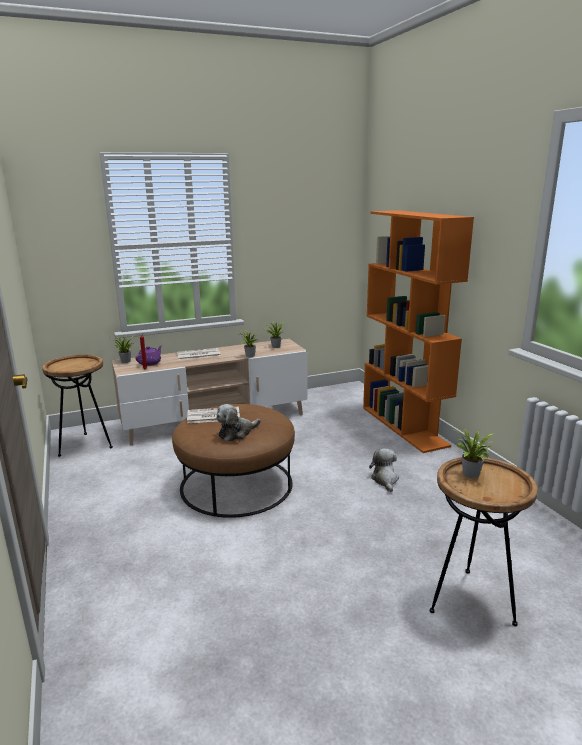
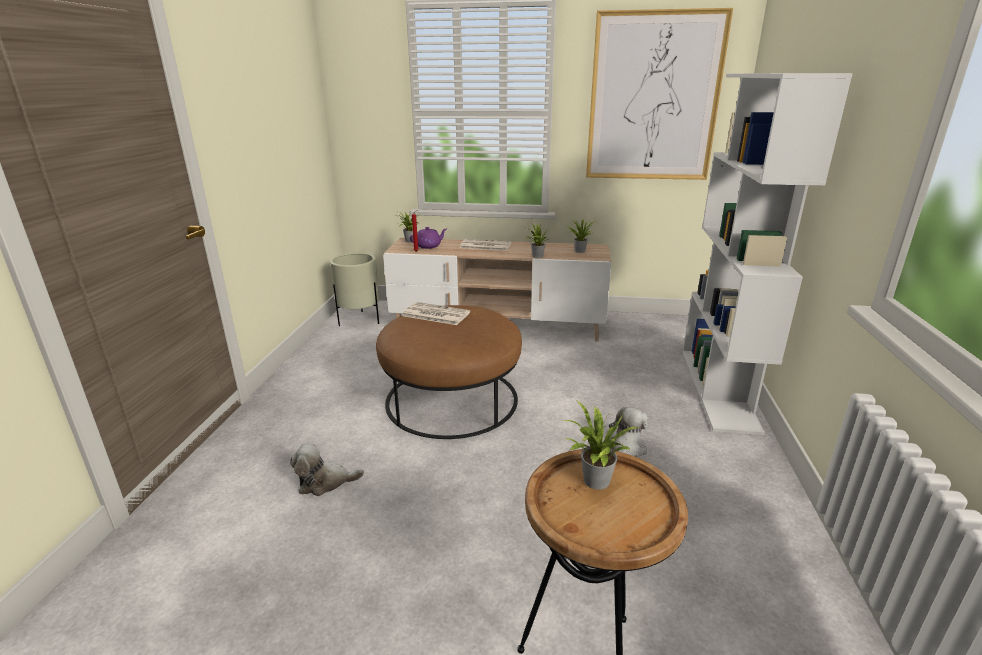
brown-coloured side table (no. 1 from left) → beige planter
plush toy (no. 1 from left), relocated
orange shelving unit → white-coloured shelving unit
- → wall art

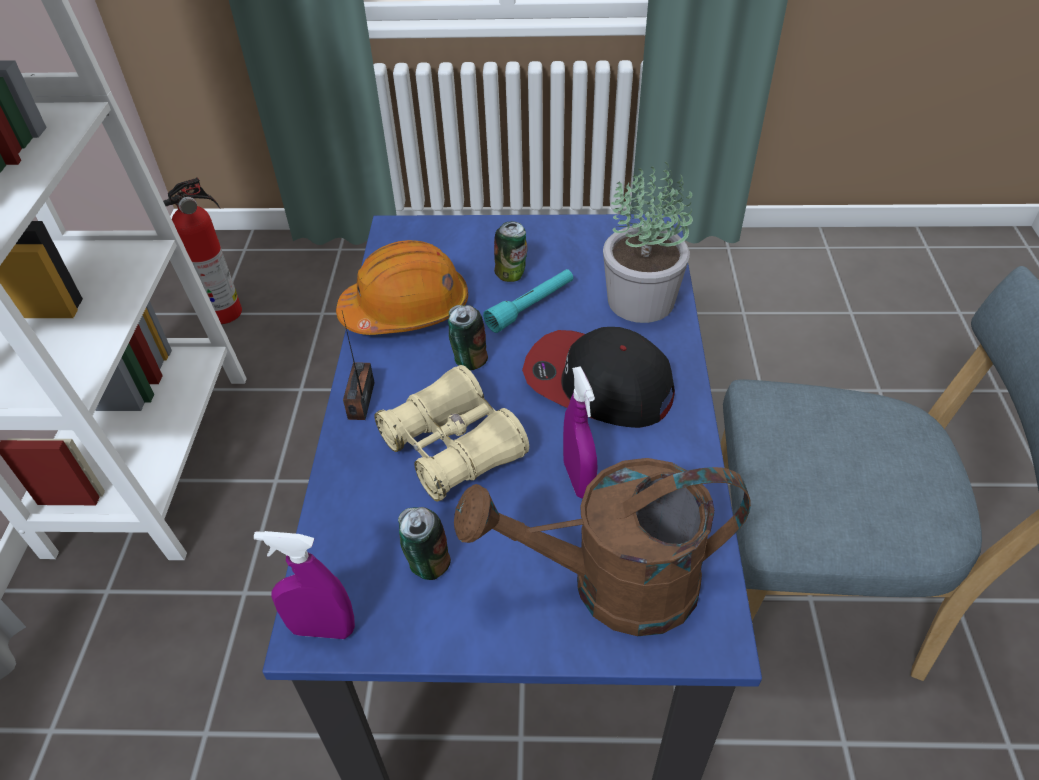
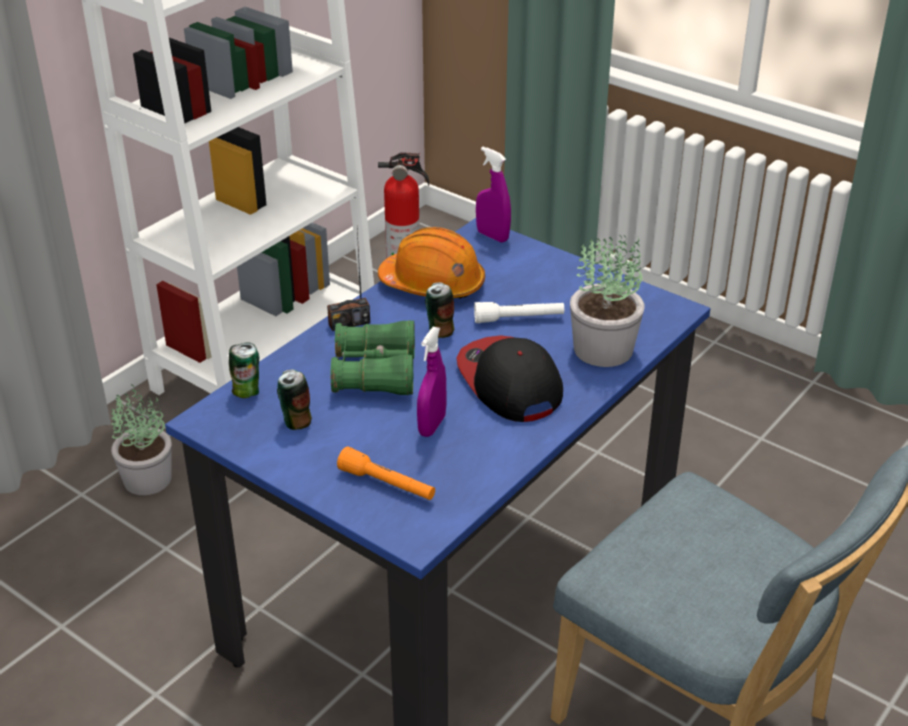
purple-coloured sprayer (no. 1 from left in the first image) → purple-coloured sprayer (no. 2 from left), relocated
radio, 150 degrees counterclockwise
beige field glasses → greenish field glasses
brown-coloured watering can → orange torch
turquoise torch → white-coloured torch
metal can (no. 3 from left in the first image) → metal can (no. 1 from left), relocated
- → houseplant (no. 1 from left)

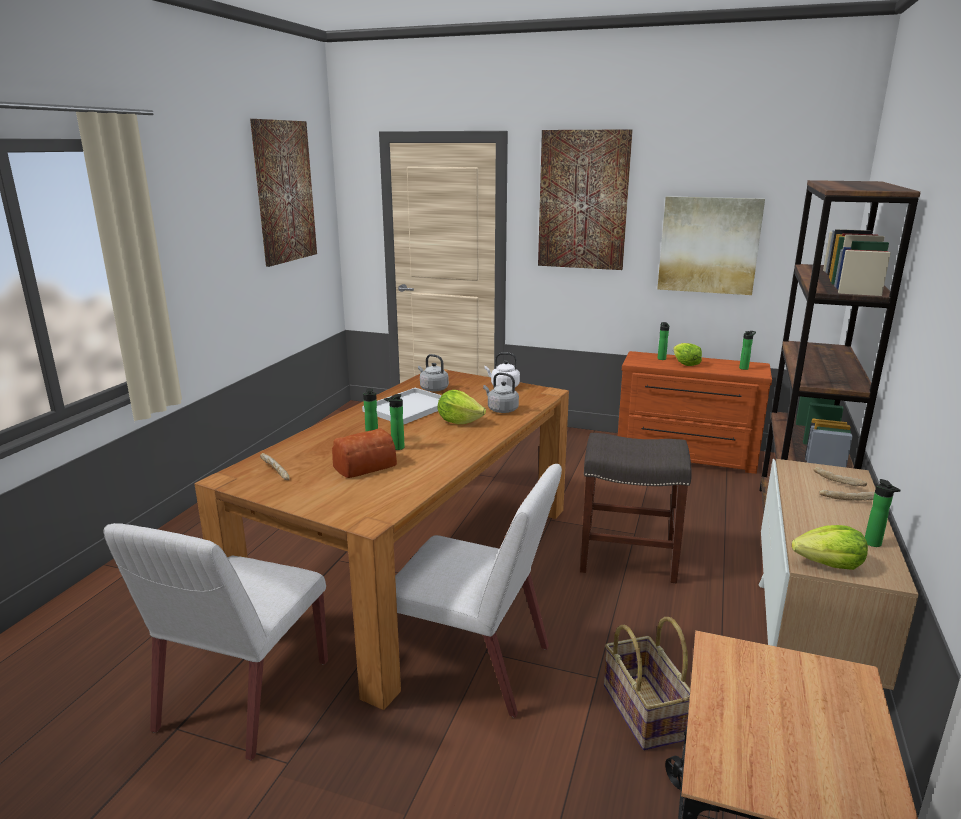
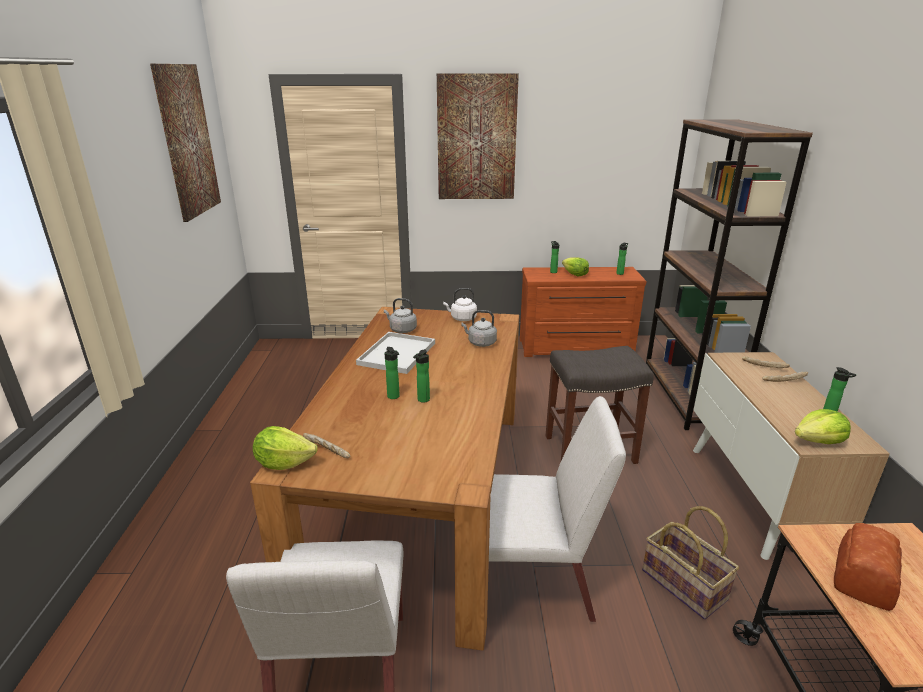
bread (no. 2 from left in the first image) → bread (no. 4 from left), relocated
lettuce head (no. 1 from left), relocated
wall art (no. 3 from left) → -

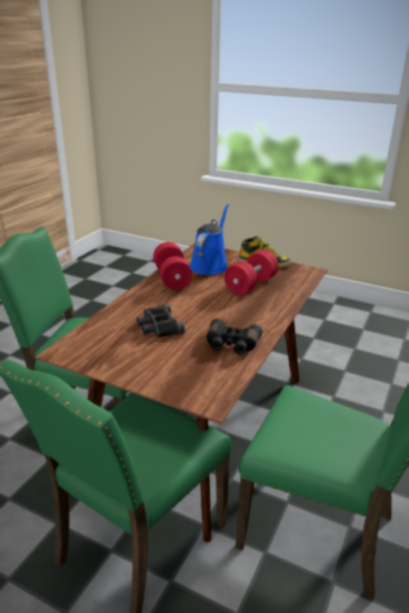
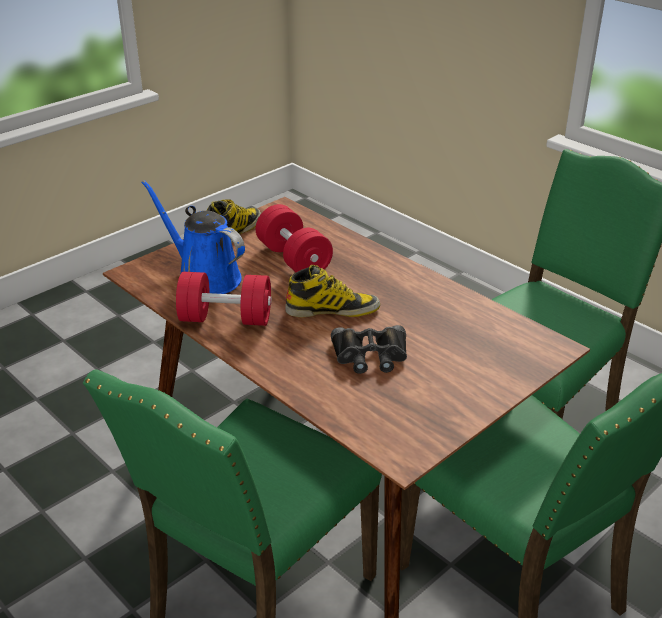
black field glasses (no. 2 from left) → -
- → high-top boot (no. 2 from left)

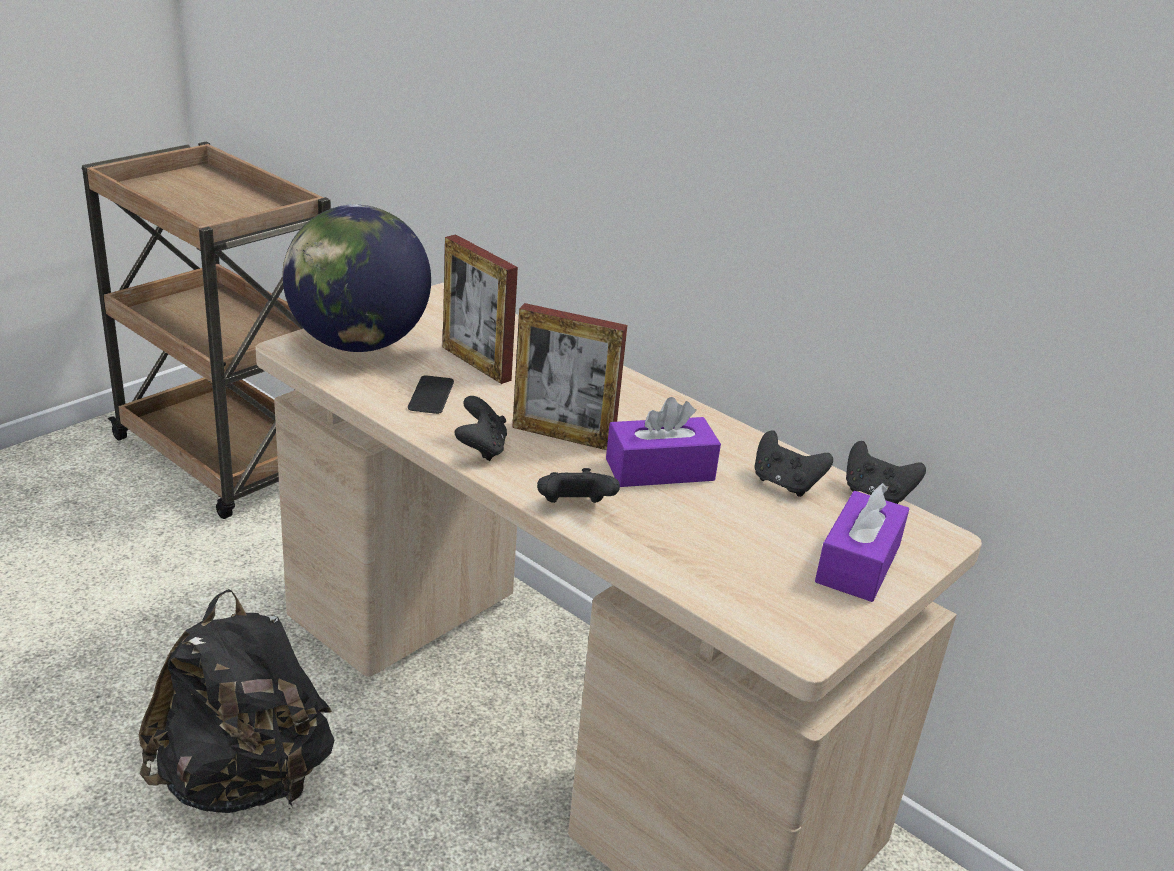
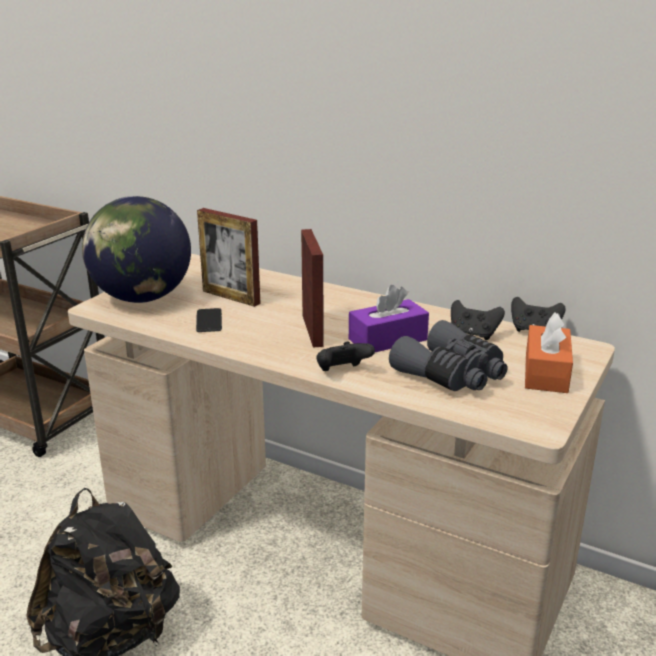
black gamepad (no. 1 from left) → -
picture frame (no. 2 from left), 105 degrees counterclockwise
purple-coloured tissue holder (no. 2 from left) → orange tissue holder
- → greyish field glasses

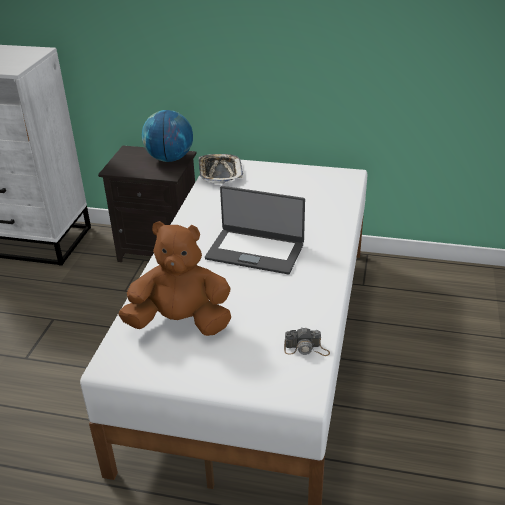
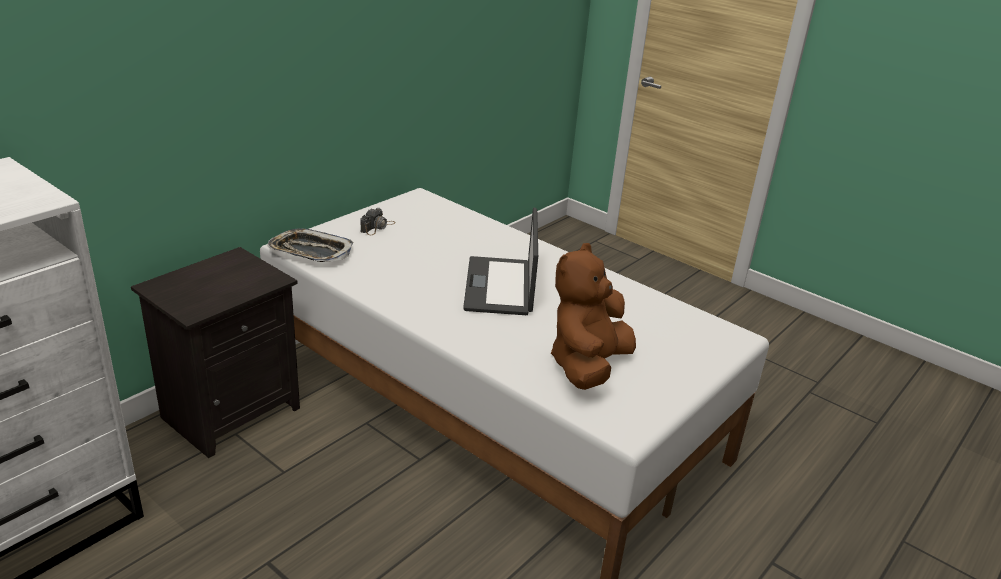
globe → -
notebook computer, 135 degrees clockwise
still camera, relocated

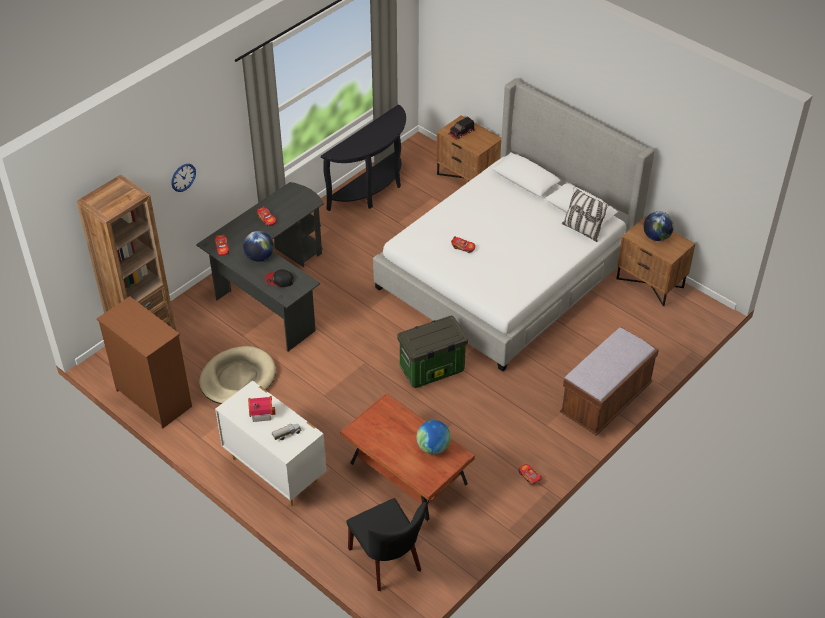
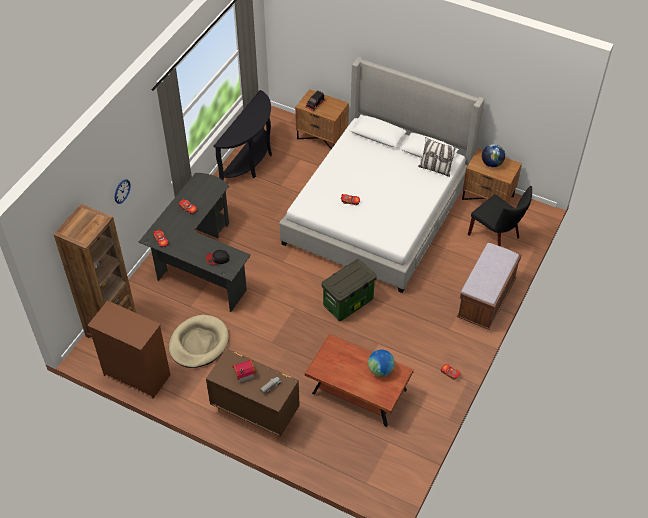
white-coloured dresser → brown-coloured dresser (no. 2 from left)
globe (no. 1 from left) → -
black chair, relocated

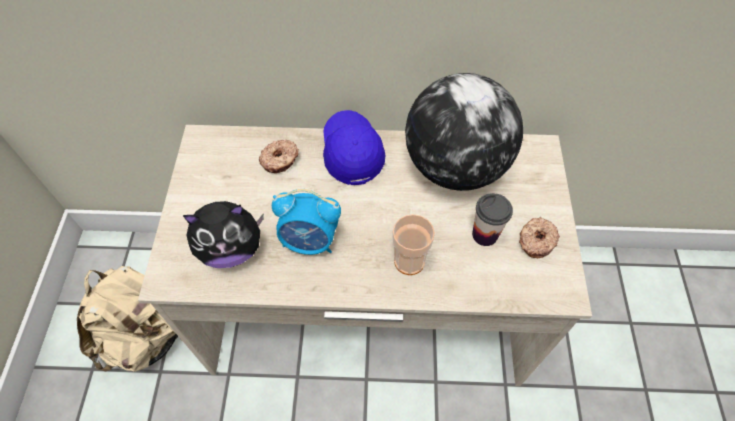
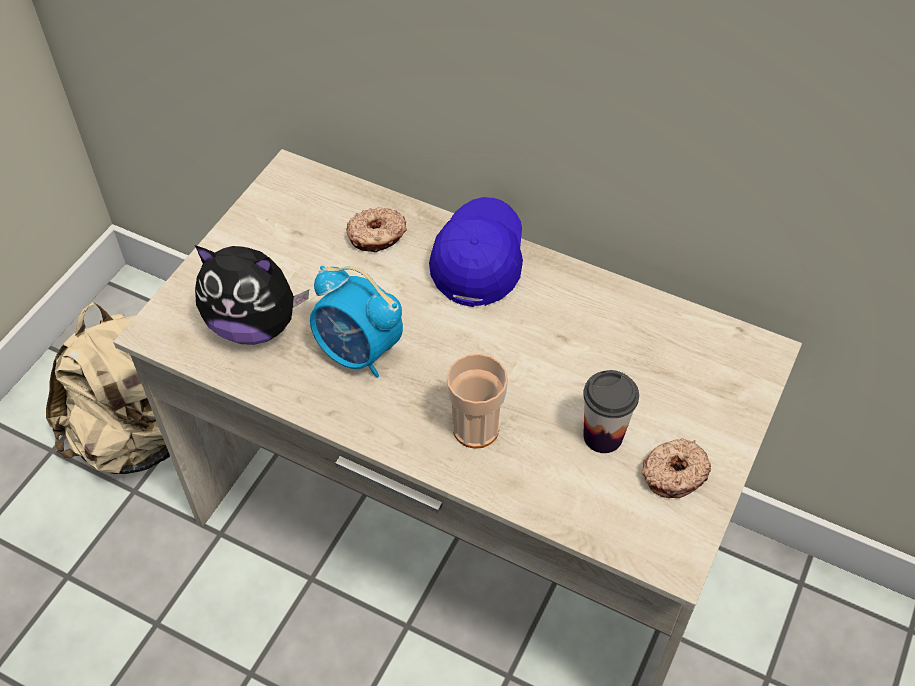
globe → -

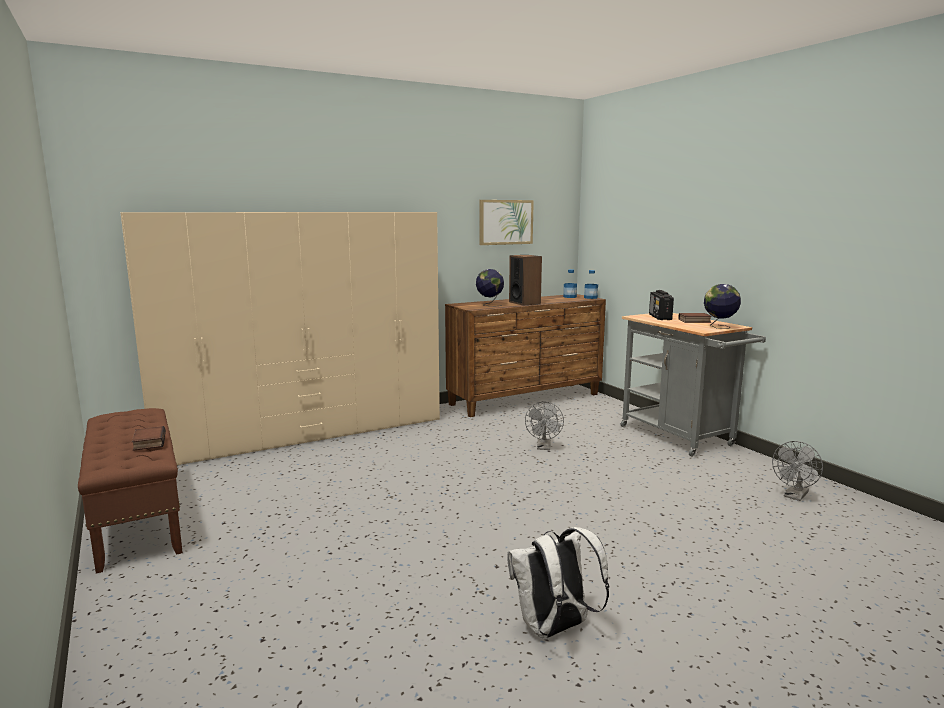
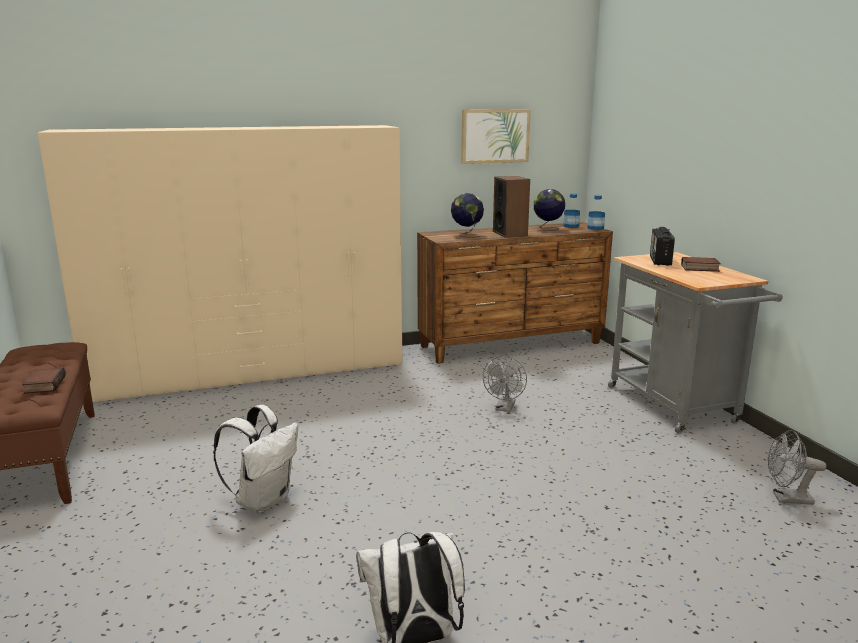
globe (no. 2 from left), relocated
greyish cooling fan (no. 2 from left), 45 degrees clockwise
- → white-coloured rucksack (no. 1 from left)

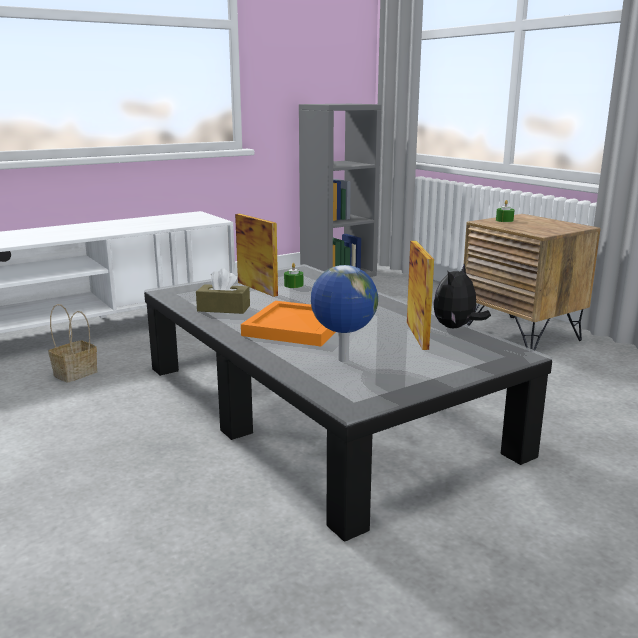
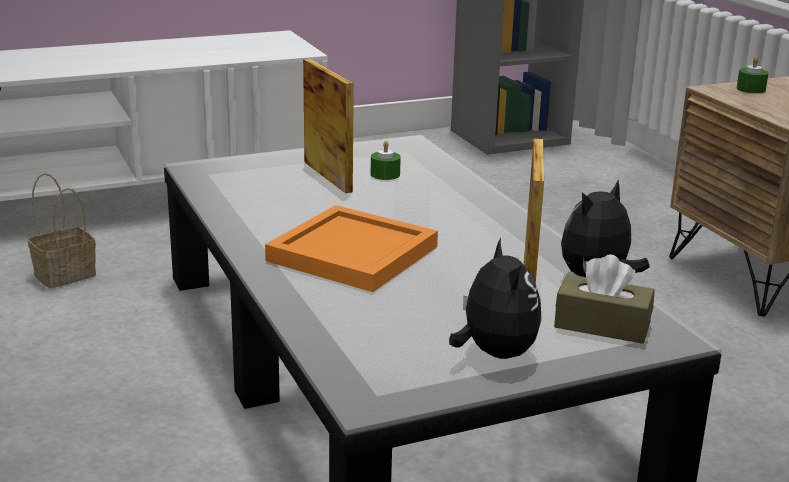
brown-coloured tissue holder, relocated
globe → -
- → plush toy (no. 1 from left)

